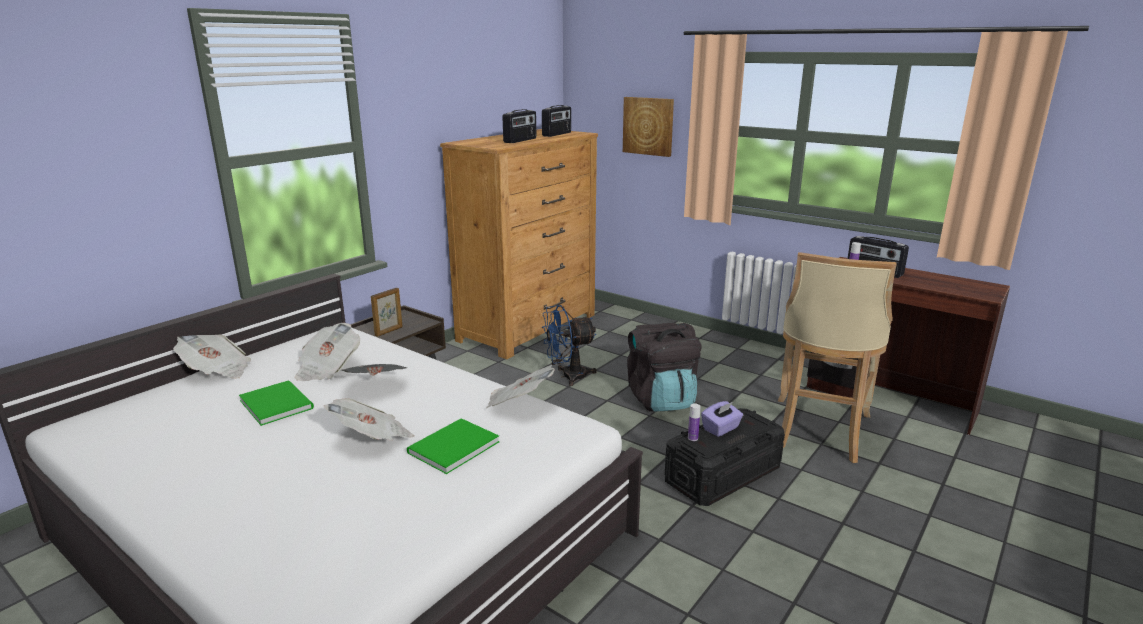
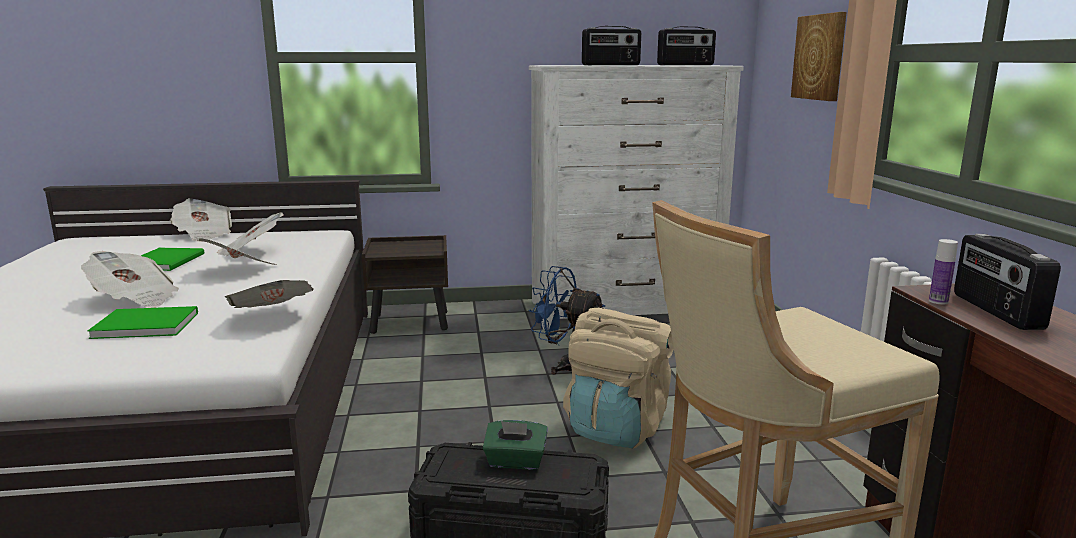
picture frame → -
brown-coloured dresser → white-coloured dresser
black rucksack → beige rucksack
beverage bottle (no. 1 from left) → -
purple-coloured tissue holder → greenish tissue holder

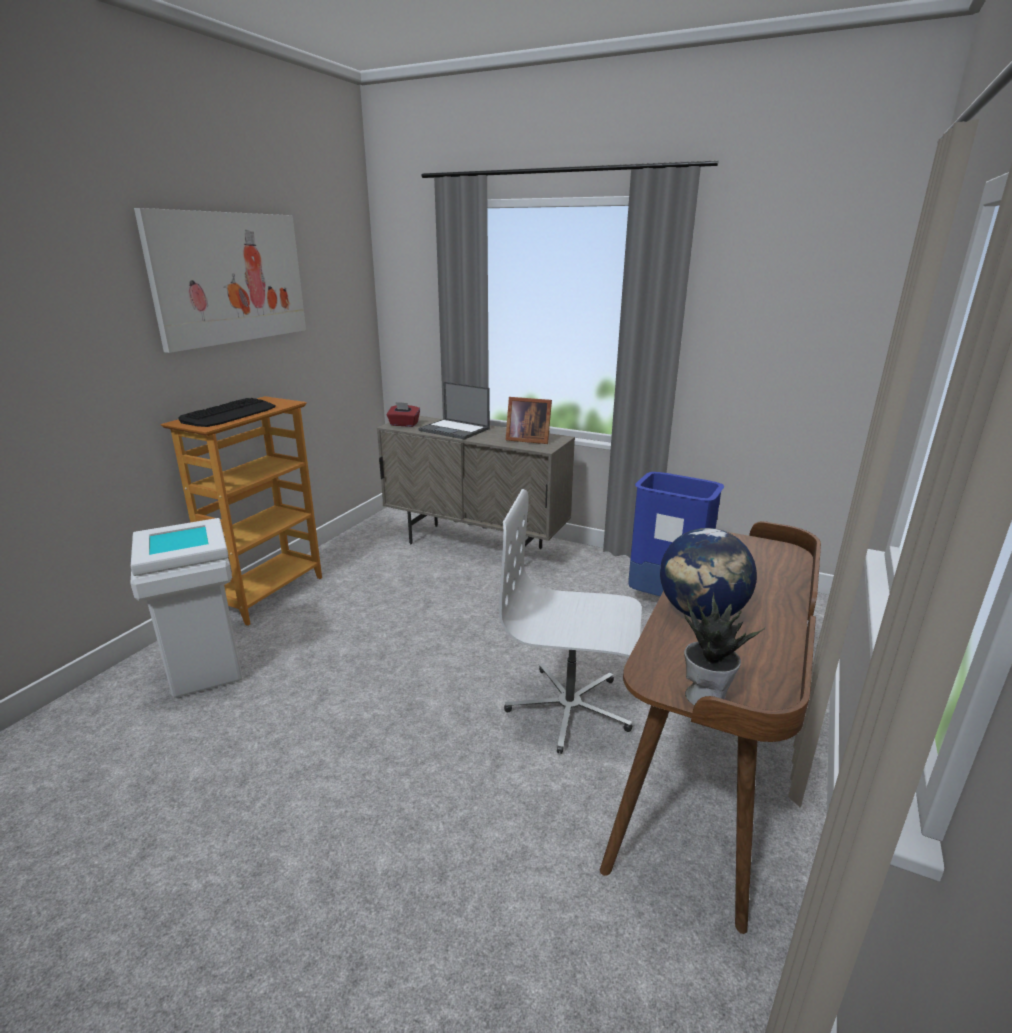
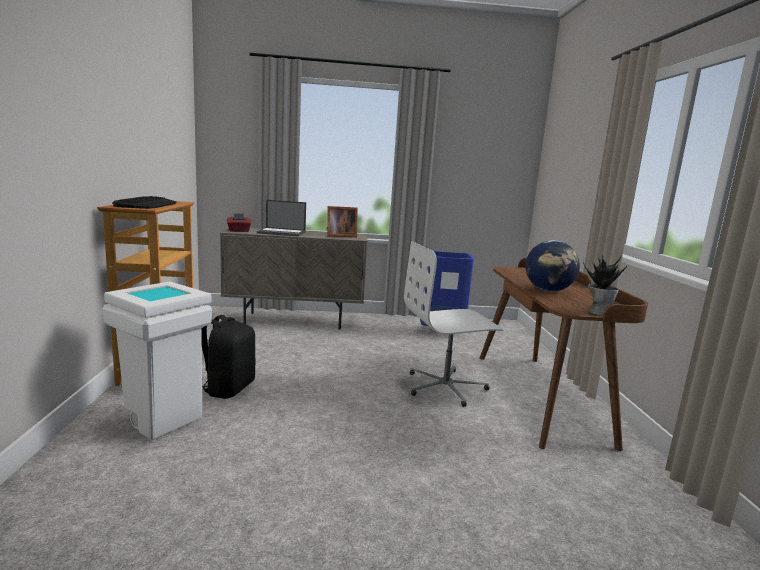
wall art → -
- → black rucksack

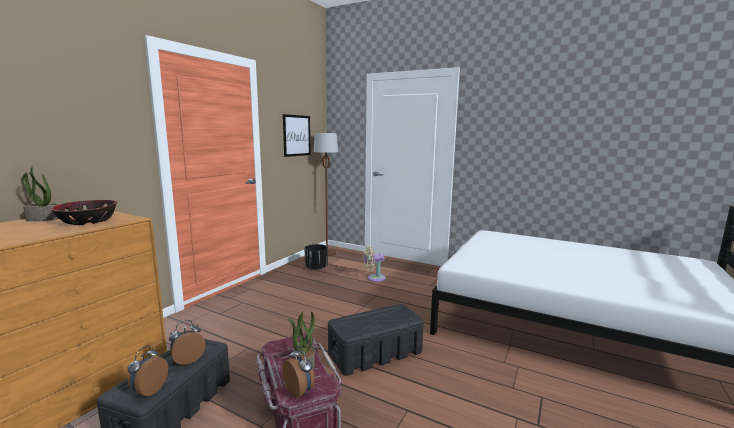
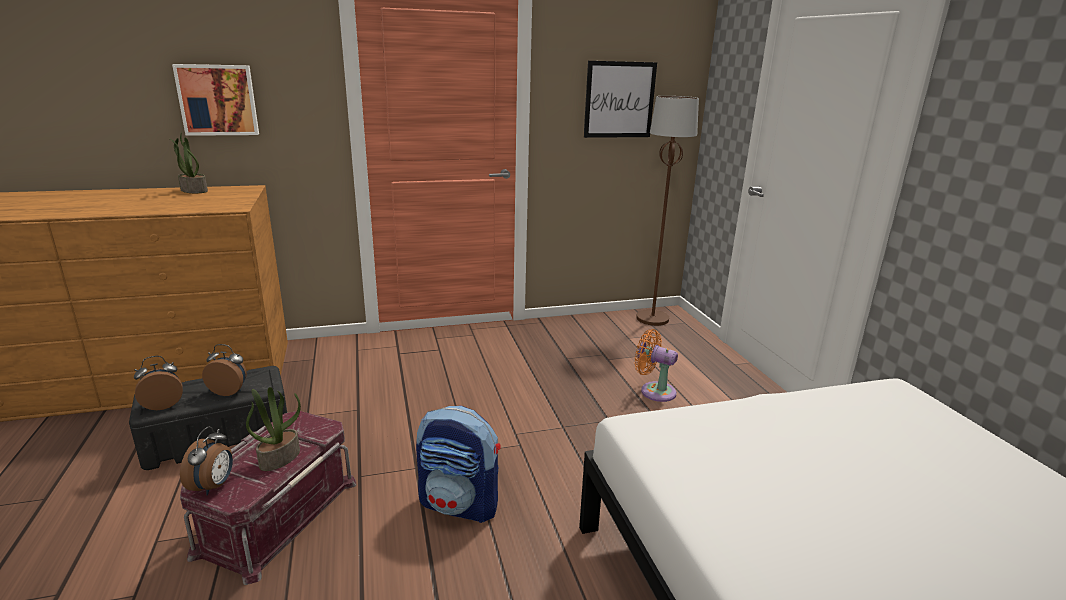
serving bowl → -
black planter → -
black storage box (no. 2 from left) → rucksack
beige cooling fan → orange cooling fan
- → wall art (no. 1 from left)

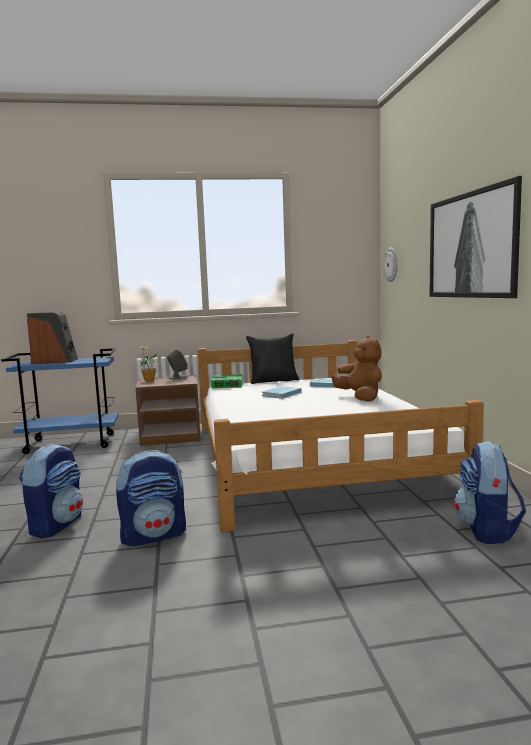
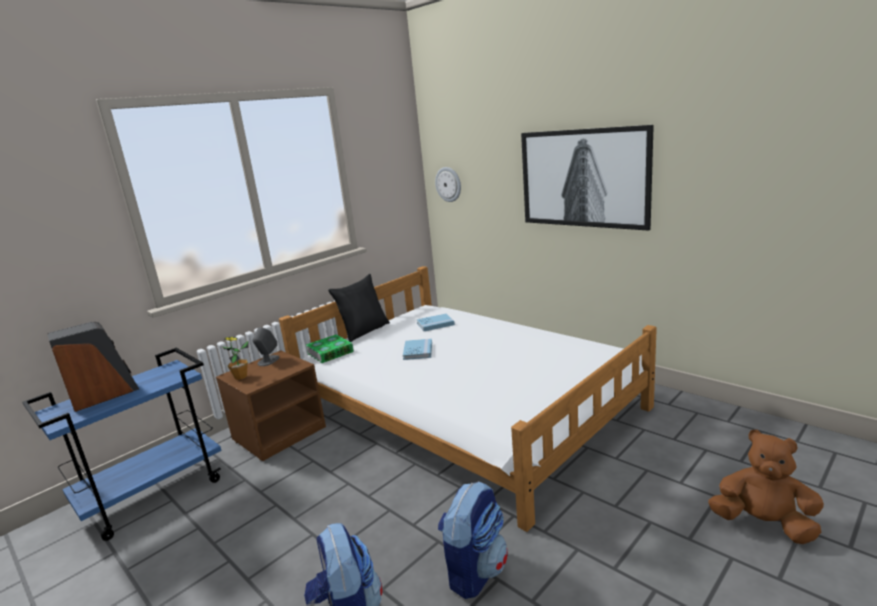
brown-coloured plush toy, relocated
rucksack (no. 3 from left) → -

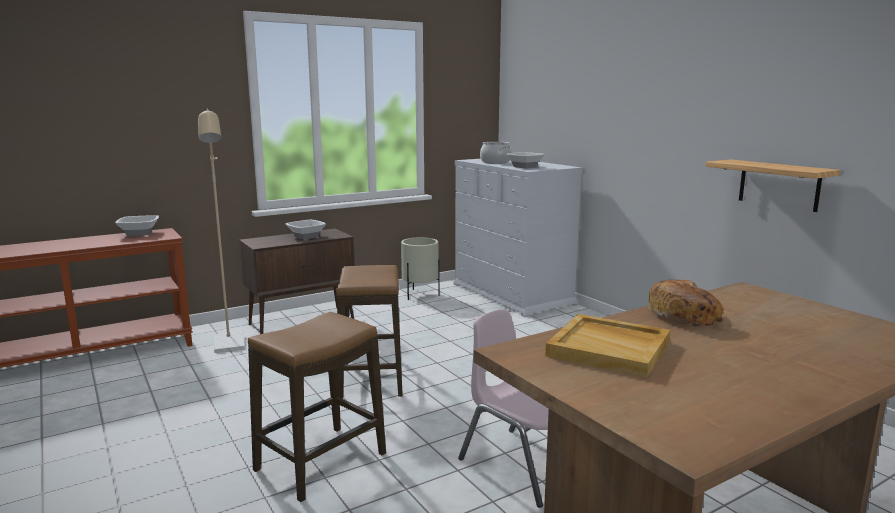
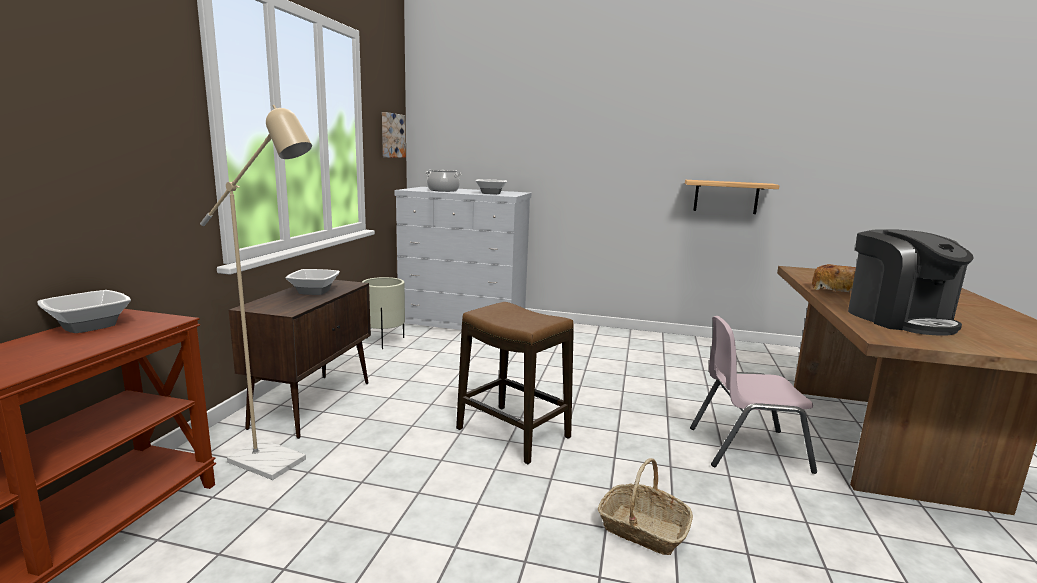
stool (no. 1 from left) → storage basket
beige serving tray → coffee machine
- → wall art

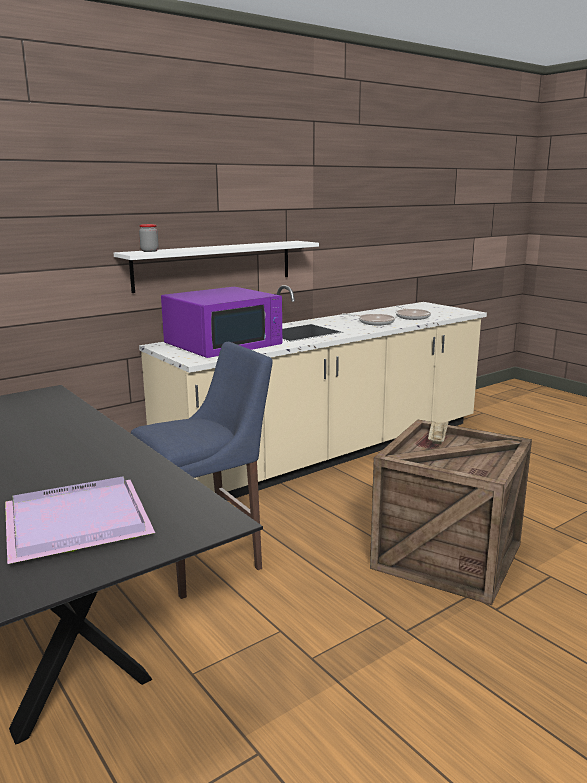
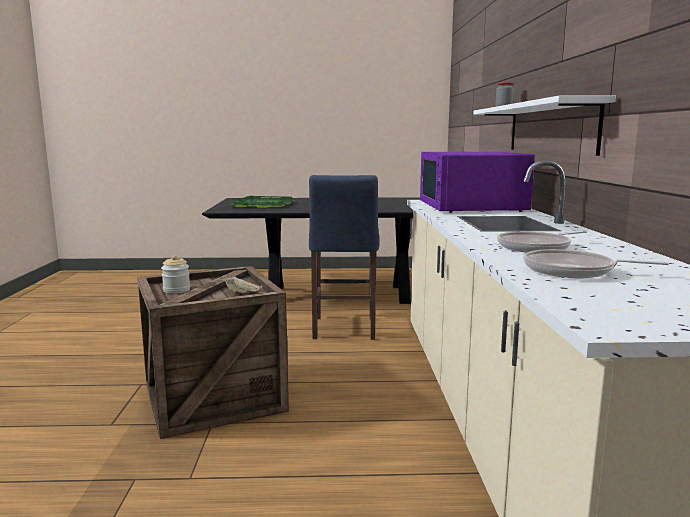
purple-coloured serving tray → greenish serving tray
- → preserve jar (no. 1 from left)

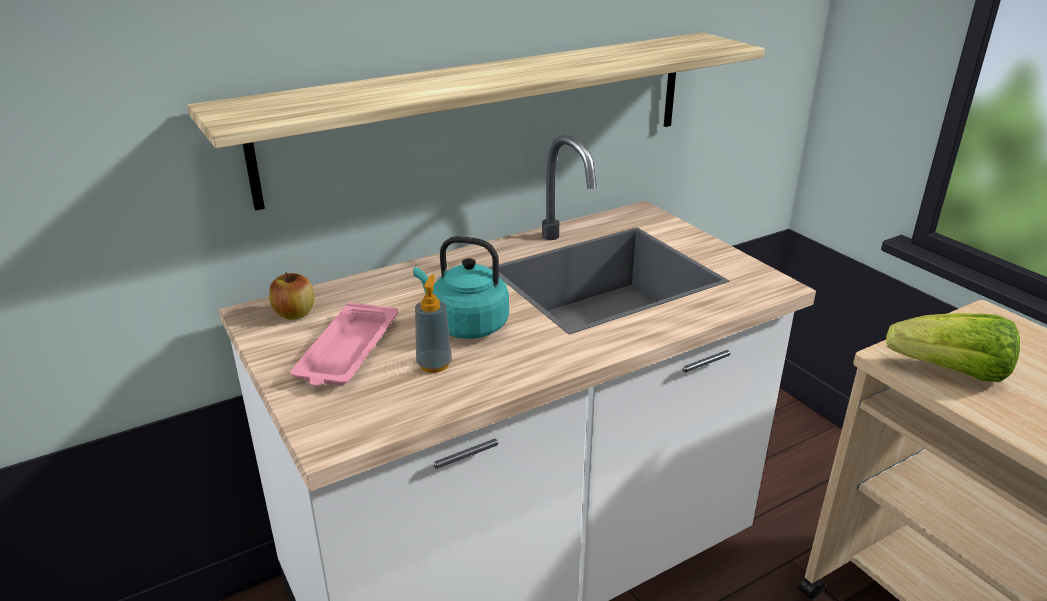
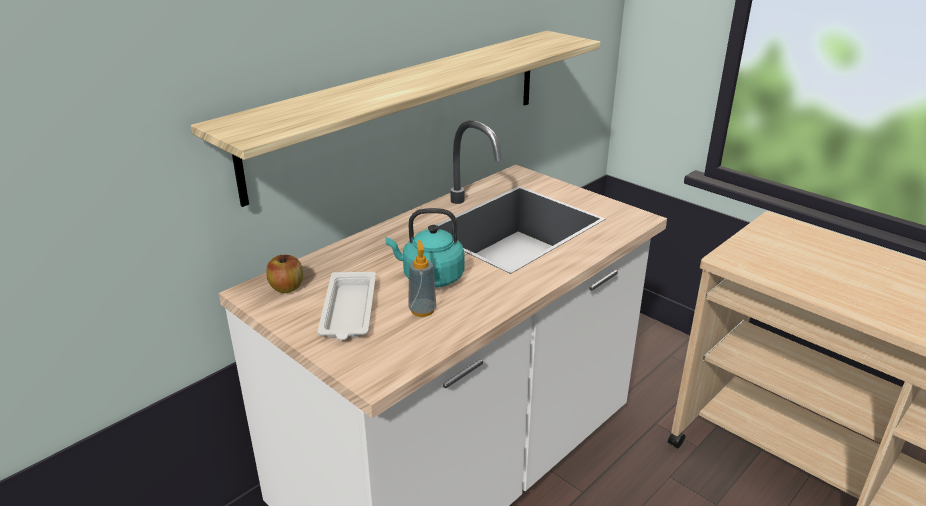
pink-coloured serving tray → white-coloured serving tray
lettuce head → -

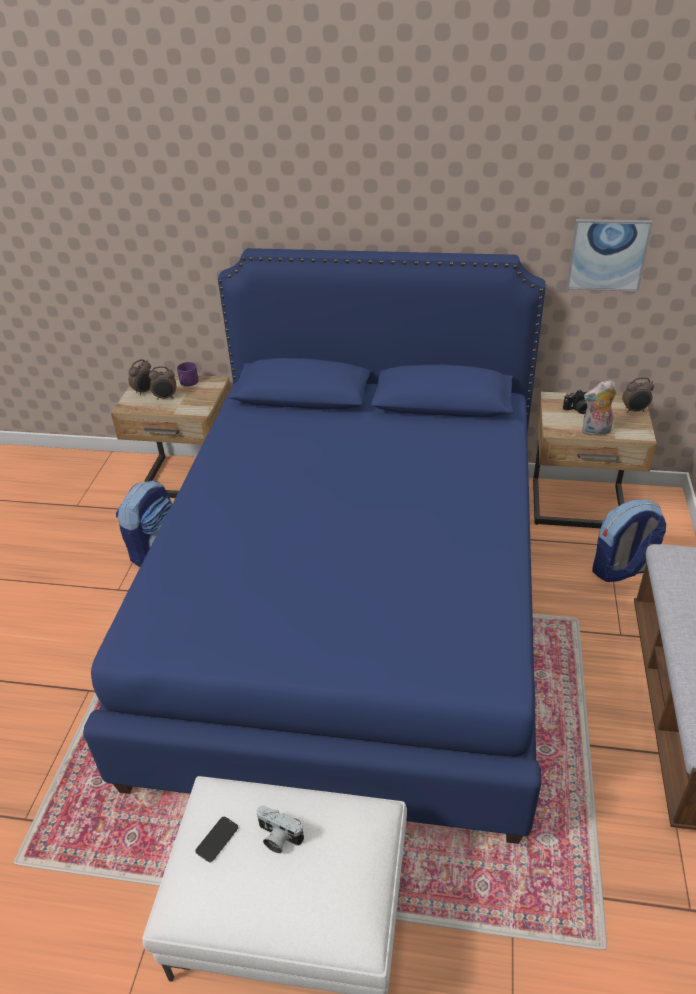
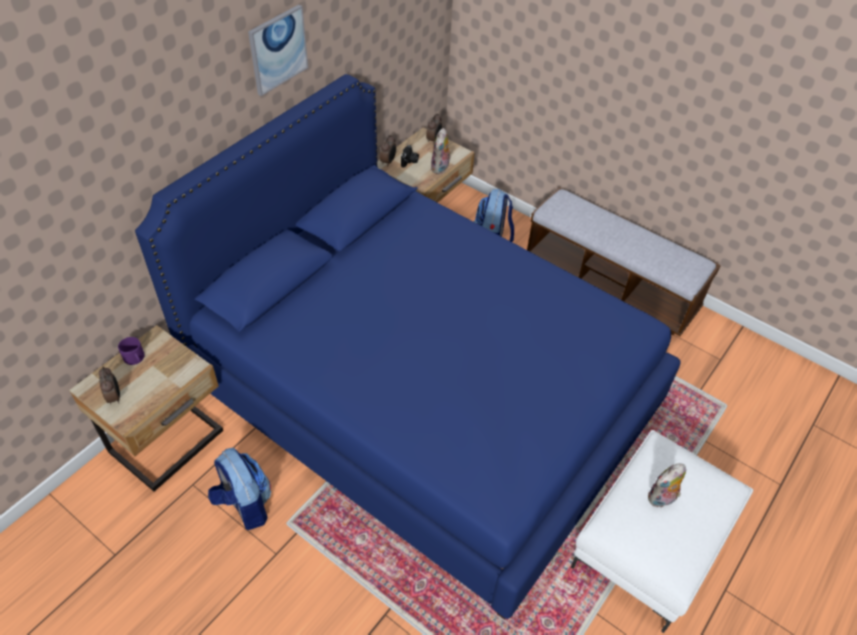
table clock (no. 2 from left), relocated
phone → -
still camera (no. 1 from left) → plush toy (no. 2 from left)
wall art, relocated

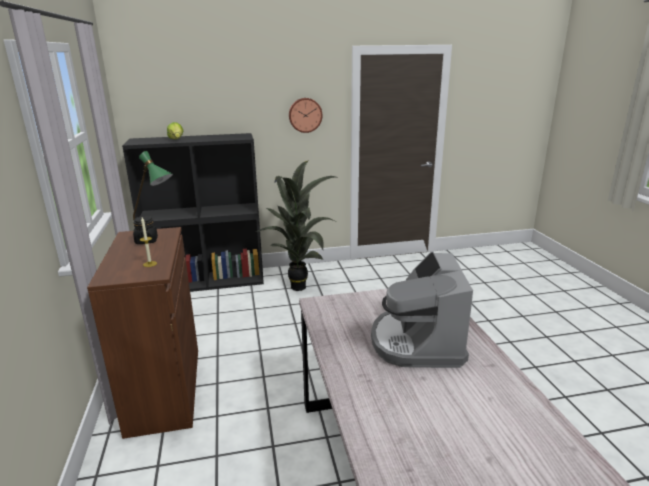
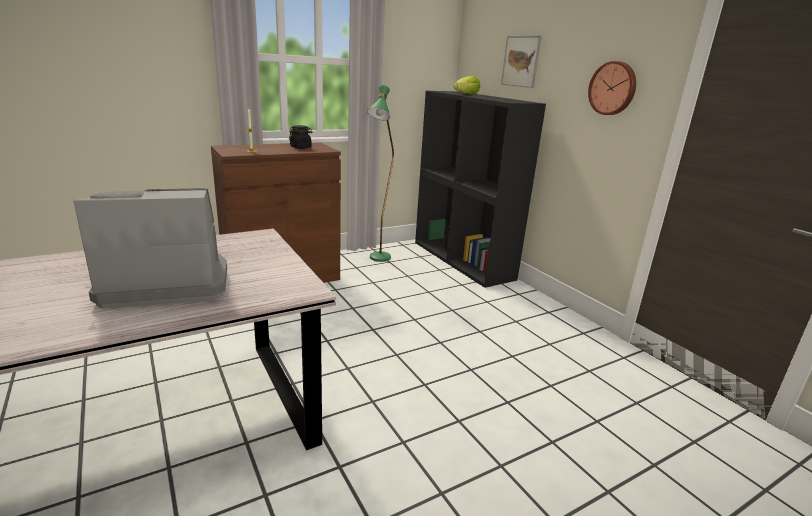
houseplant → -
- → wall art

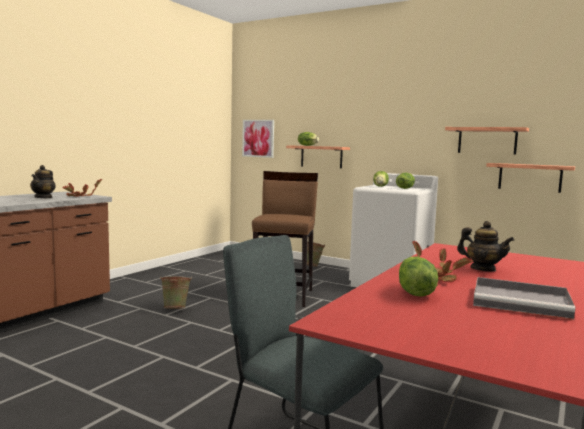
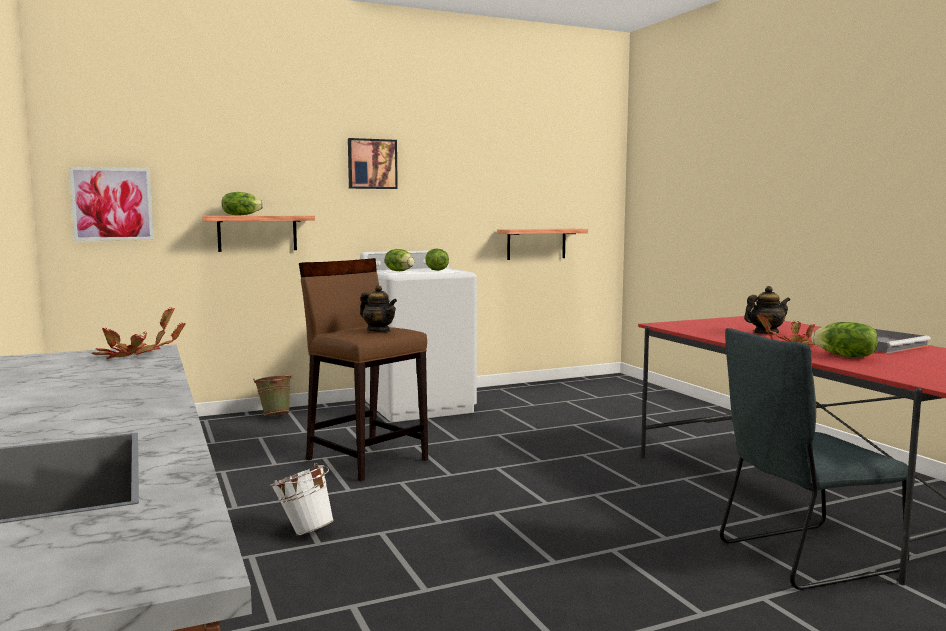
tea pot (no. 1 from left), relocated
greenish pail (no. 1 from left) → white-coloured pail
shelf (no. 2 from left) → -
- → wall art (no. 2 from left)

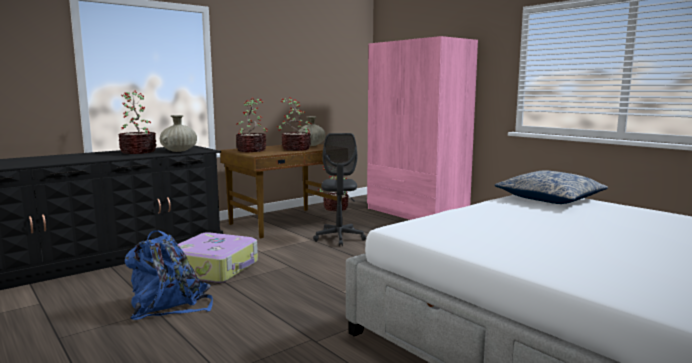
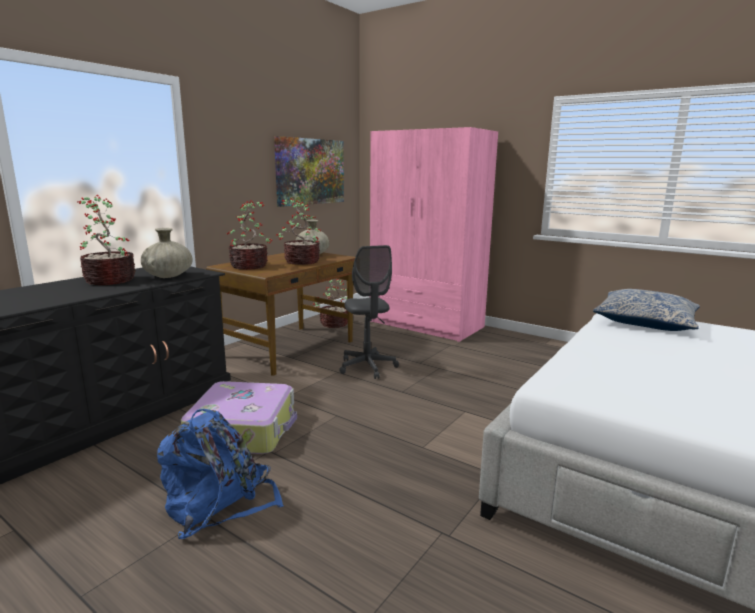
- → wall art

